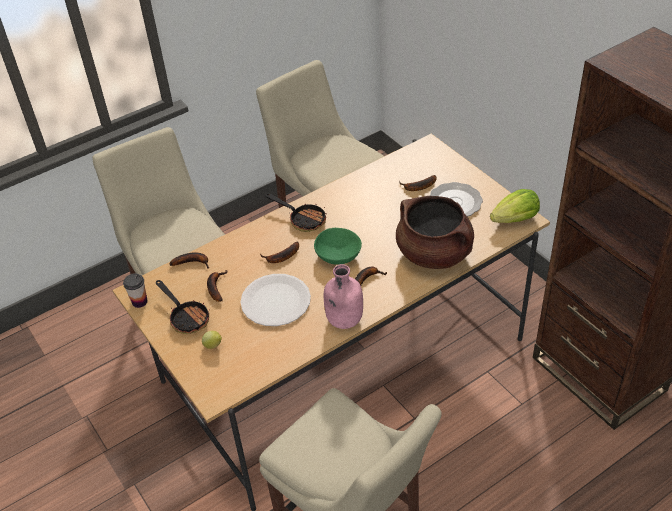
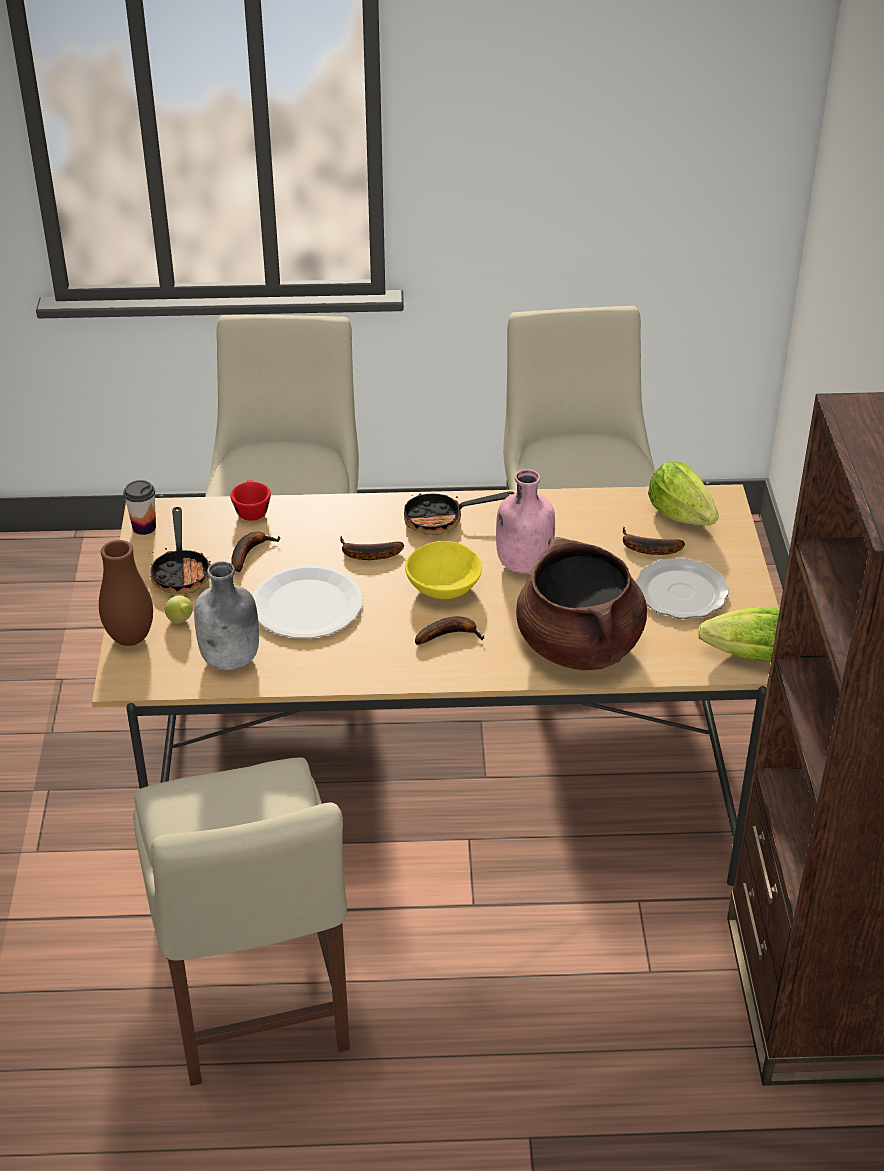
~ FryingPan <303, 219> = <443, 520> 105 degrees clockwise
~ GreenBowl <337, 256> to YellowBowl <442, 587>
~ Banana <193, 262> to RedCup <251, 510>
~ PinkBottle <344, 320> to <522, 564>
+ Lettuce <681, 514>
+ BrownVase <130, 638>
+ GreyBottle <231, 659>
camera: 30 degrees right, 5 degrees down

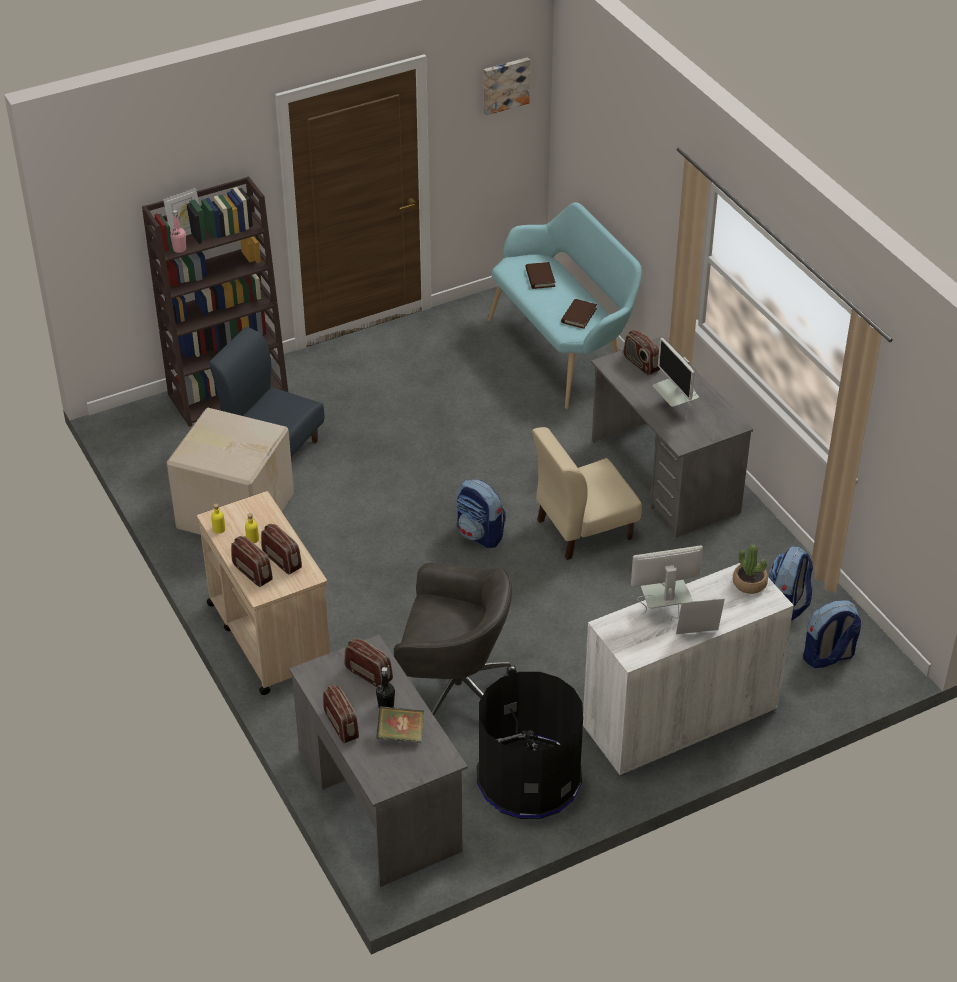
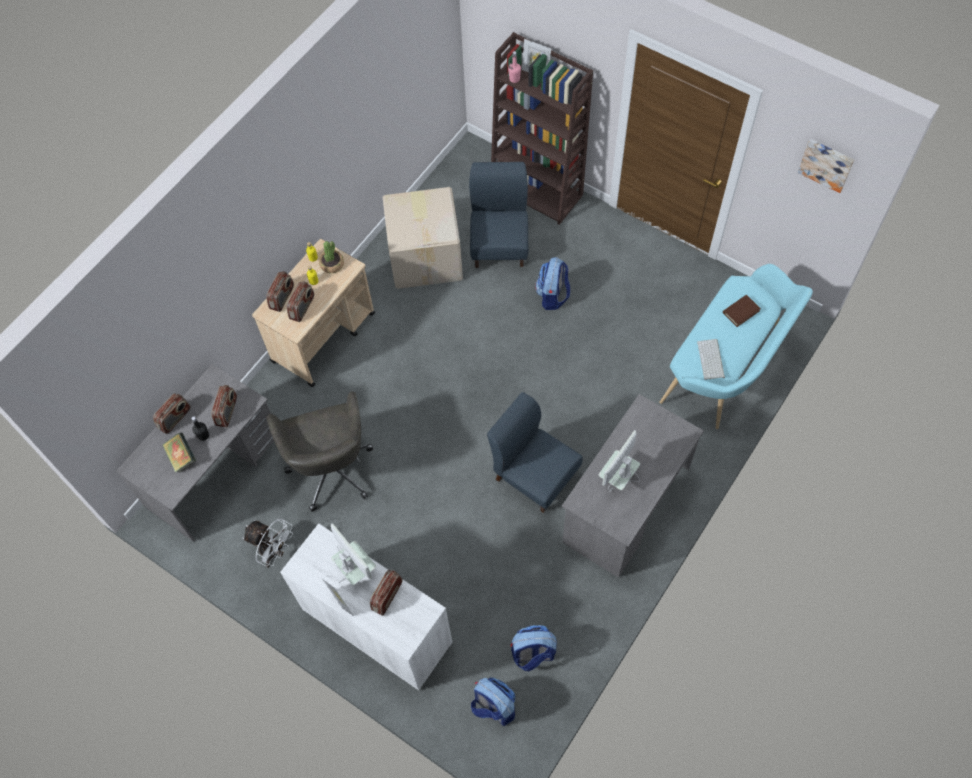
~ BrownBook <579, 315> to Keyboard <711, 360>
~ Radio <641, 364> to <387, 596>
~ BeigeChair <583, 529> to BlueChair <534, 475>
~ Backpack <480, 534> to <553, 296>
~ PottedPlant <749, 583> to <332, 264>
~ BlackTrashCan <528, 778> to WhiteFan <274, 552>
camera: 65 degrees right, 20 degrees up

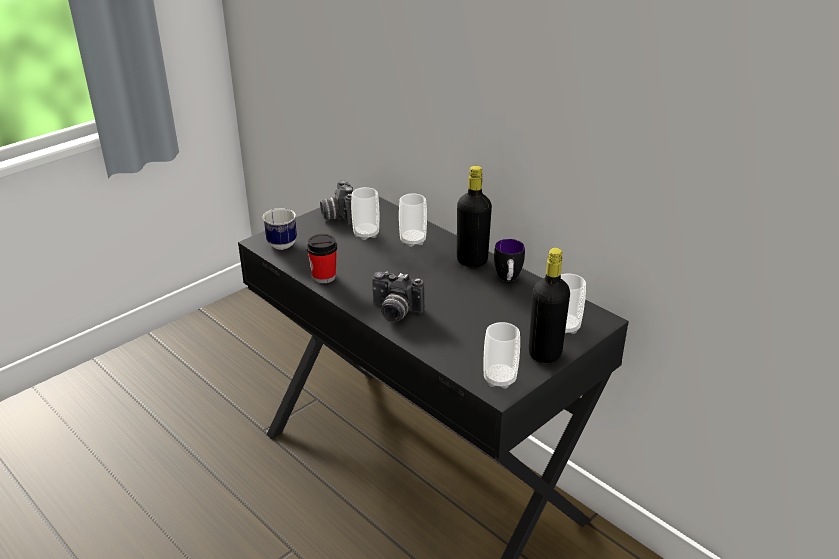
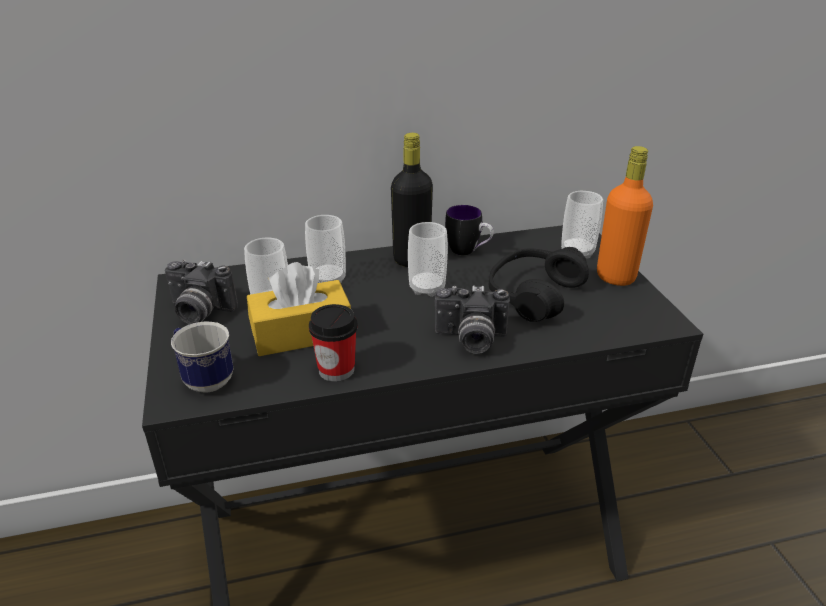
~ BlackBottle <545, 353> to OrangeBottle <615, 277>
~ PhotoCamera <395, 312> = <470, 340> 45 degrees clockwise
~ Cup <499, 379> to <427, 288>
+ BlackHeadphones <533, 295>
+ YellowTissueBox <301, 333>
camera: 60 degrees left, 0 degrees up

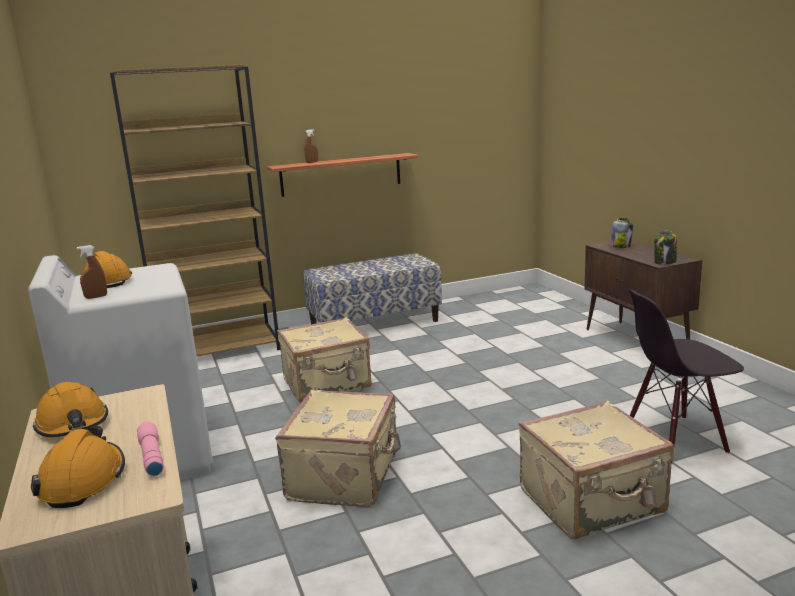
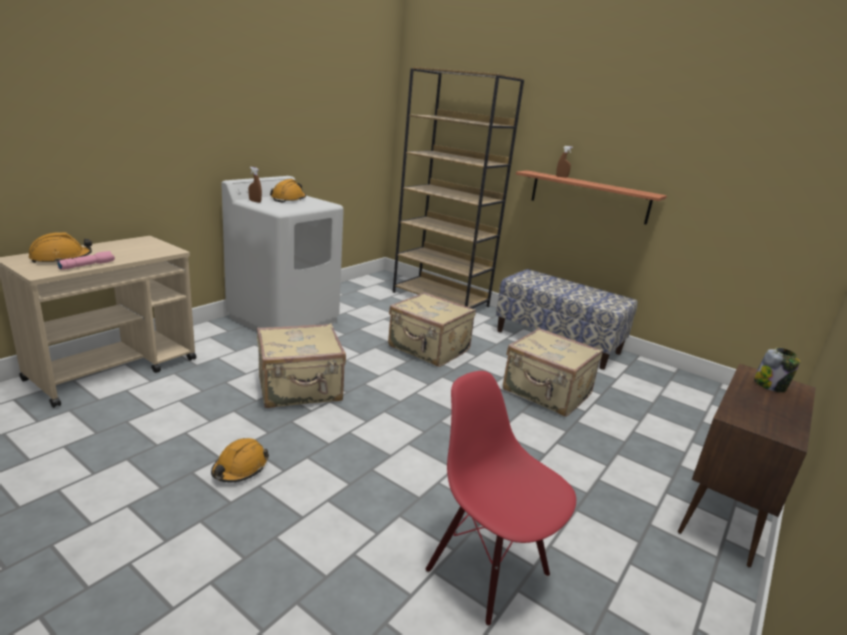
- Jar <665, 262>
~ BlackChair <675, 438> to RedChair <489, 571>
~ OrangeHardHat <73, 424> to <240, 468>
~ BeigeSuitcase <593, 502> to <546, 393>
camera: 55 degrees right, 5 degrees up

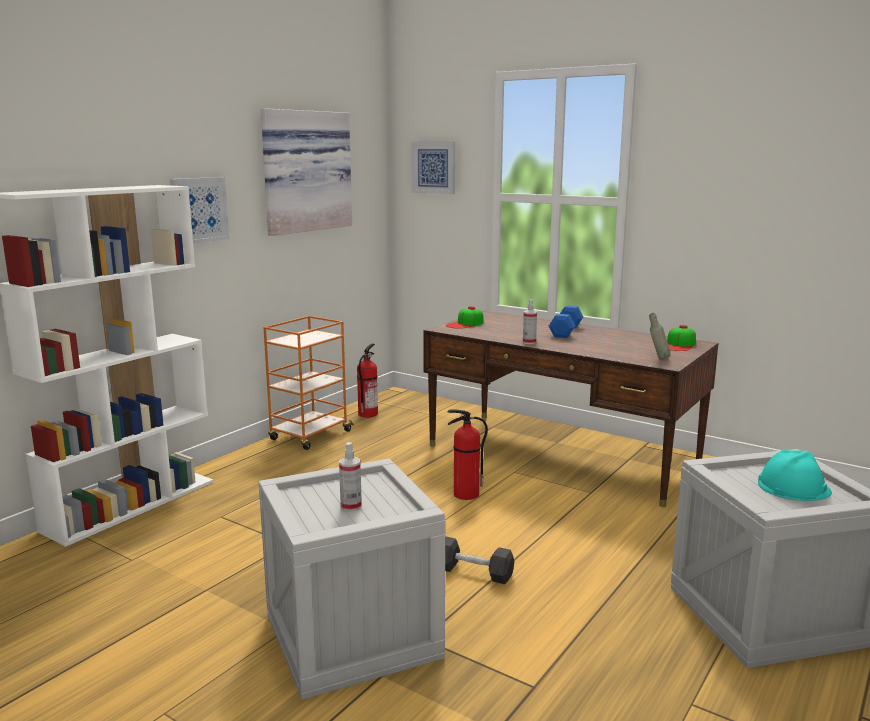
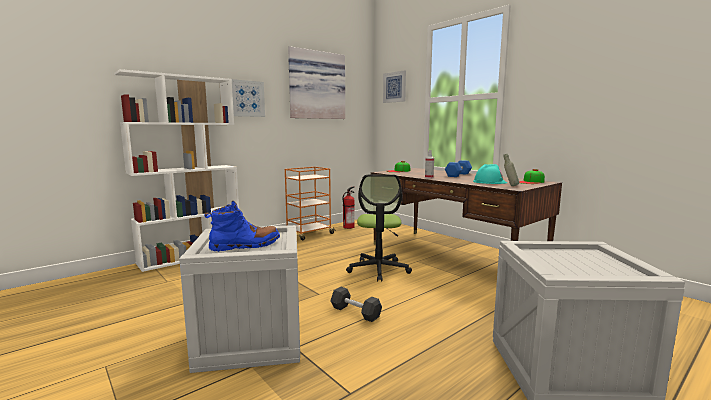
~ FireExtinguisher <465, 494> to OfficeChair <378, 269>
~ SprayBottle <351, 506> to BlueBoot <245, 245>
~ TurquoiseHardHat <793, 487> to <489, 182>
camera: 15 degrees right, 5 degrees down

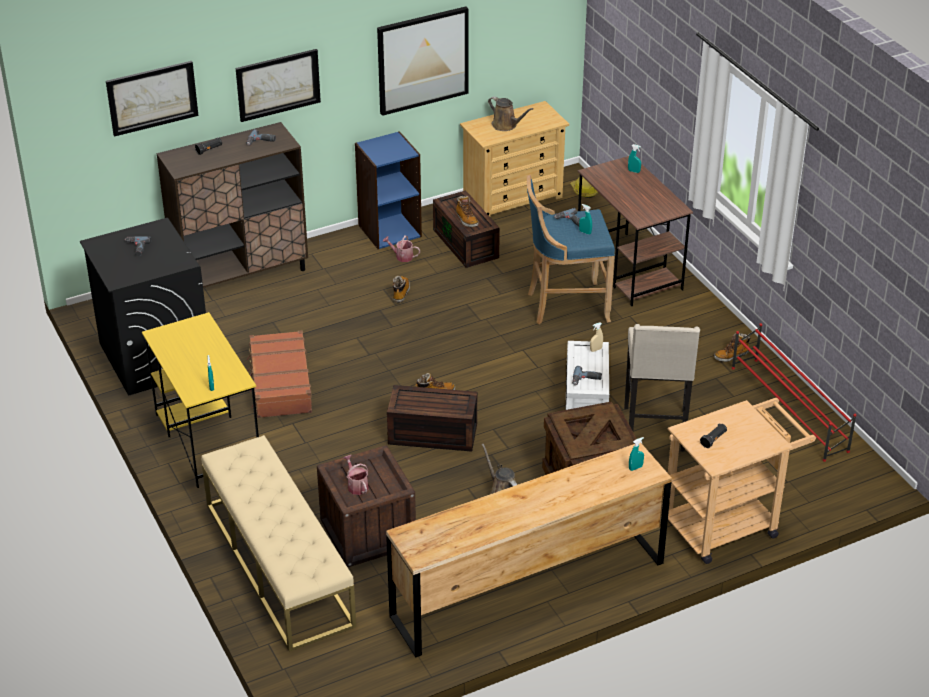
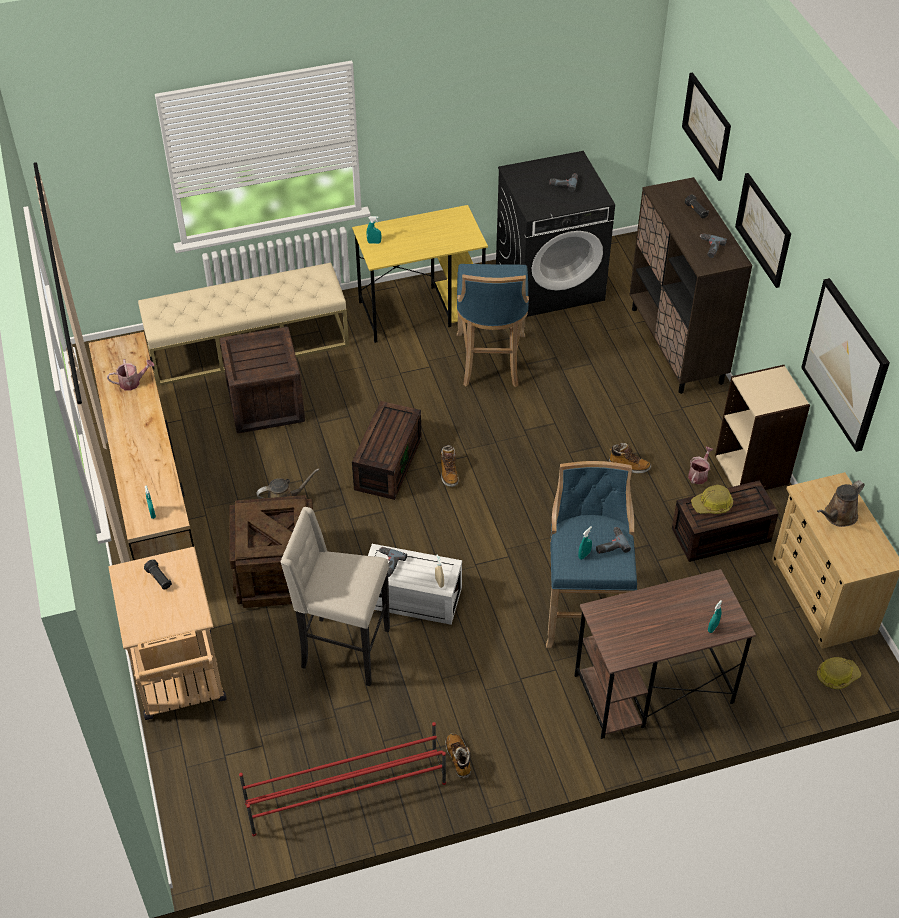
~ BlueBookcase <389, 230> to BeigeBookcase <752, 469>
~ Boot <466, 220> to HardHat <712, 505>
~ BrownSuitcase <280, 384> to BlueStool <490, 362>
~ WateringCan <356, 485> to <133, 382>
camera: 100 degrees right, 10 degrees up

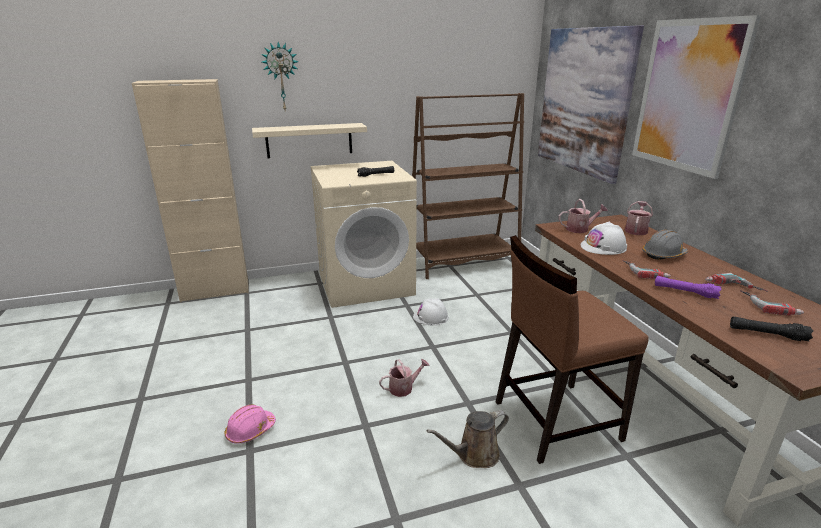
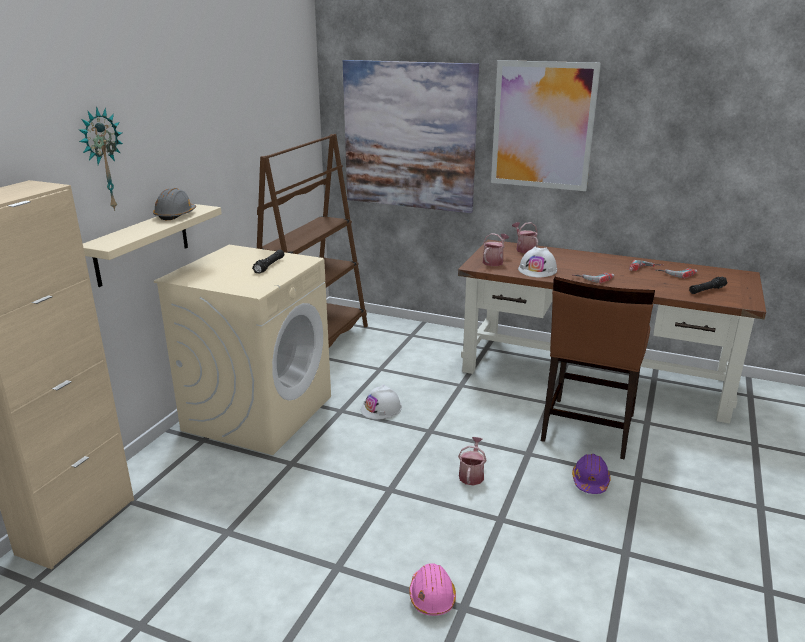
~ GreyHardHat <663, 255> to <175, 215>
- PurpleFlashlight <685, 292>
~ BrownWateringCan <474, 455> to PurpleHardHat <590, 481>
camera: 50 degrees left, 0 degrees up

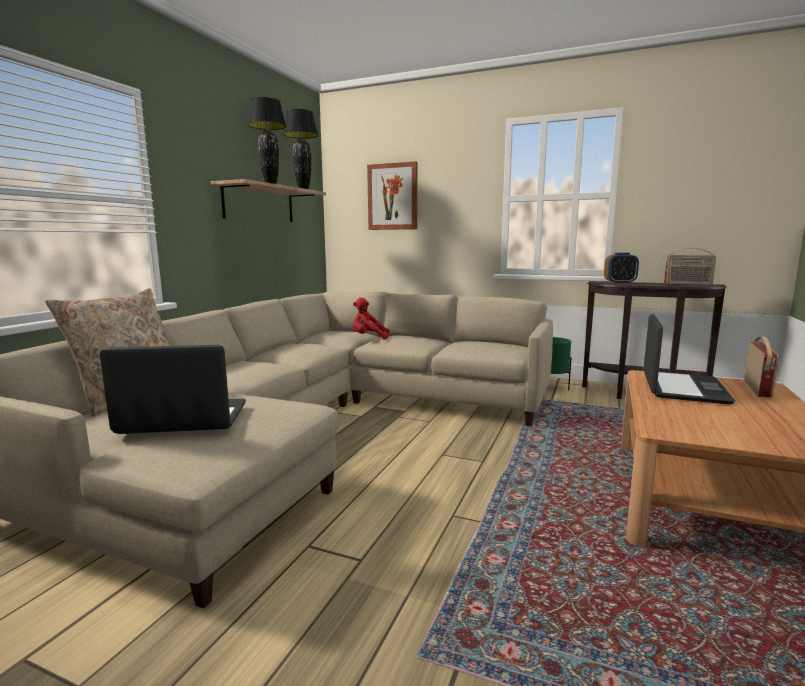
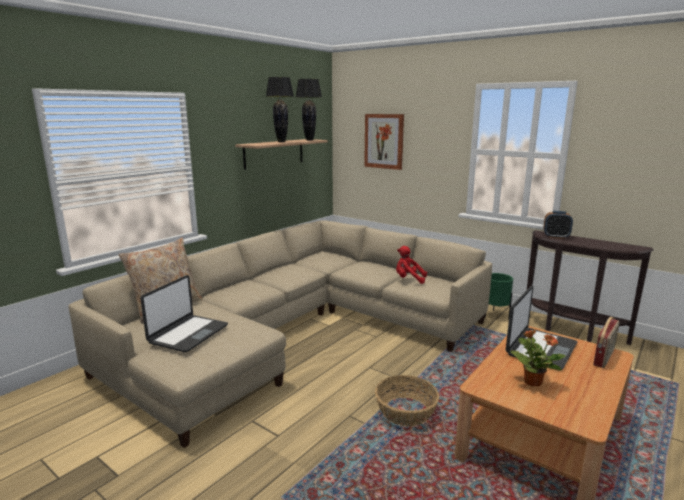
- Radio <688, 284>
~ RedPlushToy <369, 338> to <409, 279>
~ Laptop <183, 419> = <188, 334> 105 degrees clockwise
+ PottedPlant <532, 382>
+ Basket <406, 412>
camera: 15 degrees right, 5 degrees up

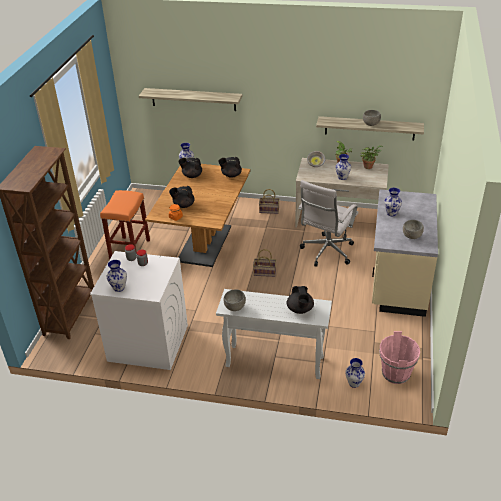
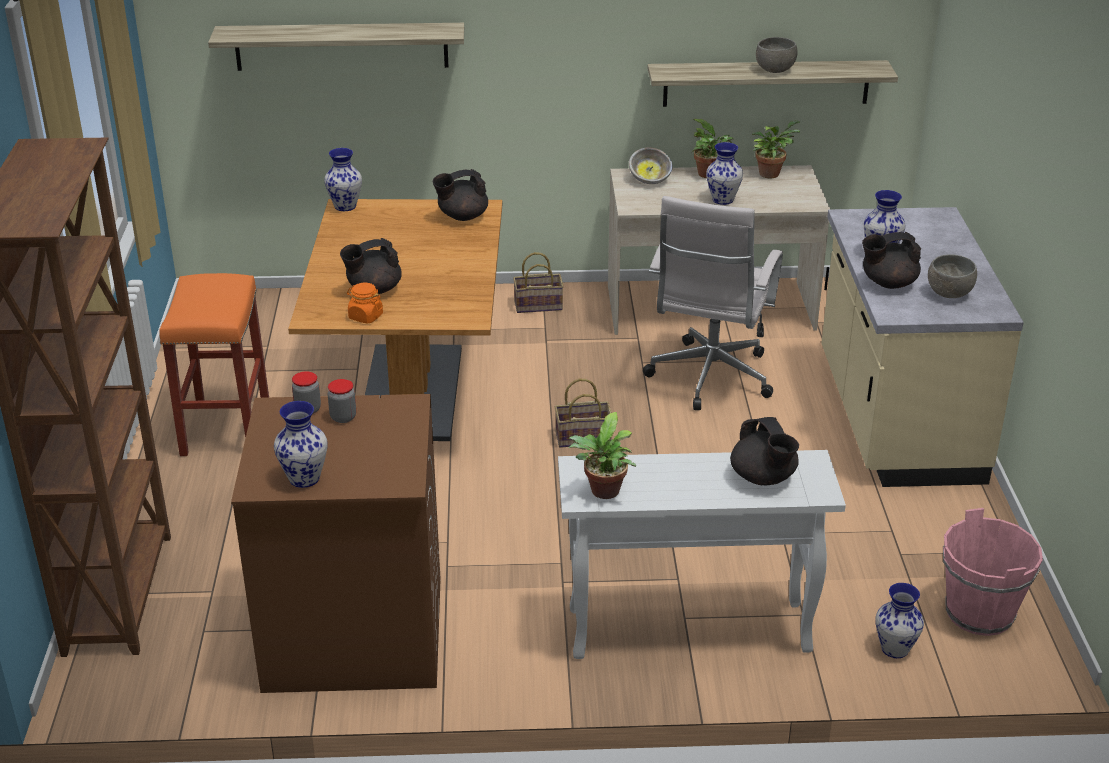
~ BlackTeapot <192, 176> to <888, 283>
~ WhiteWashingMachine <147, 343> to BrownWashingMachine <353, 633>
~ GreyBowl <234, 307> to PottedPlant <603, 493>
camera: 15 degrees left, 5 degrees down

